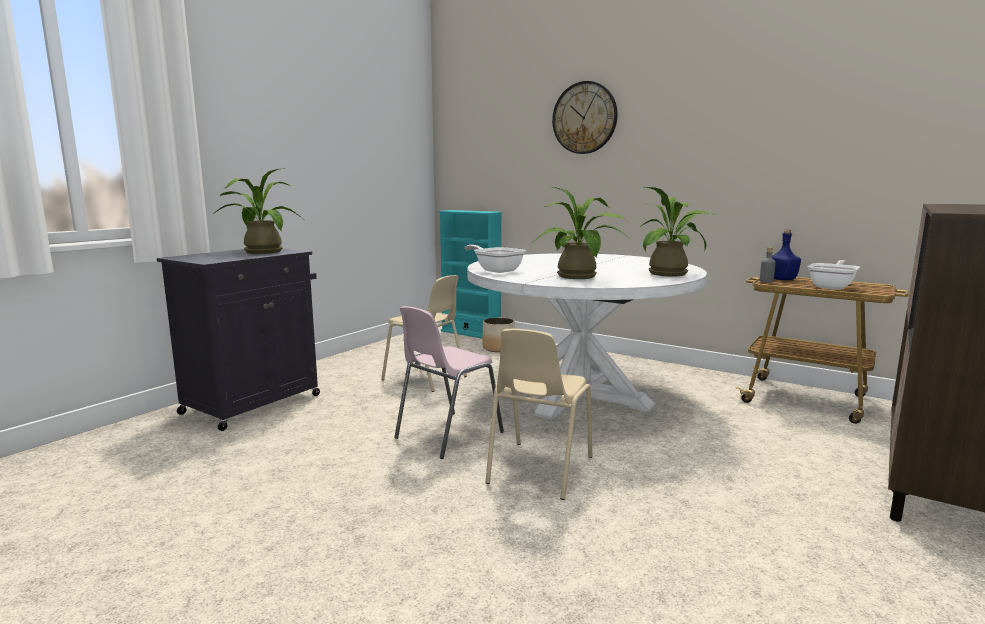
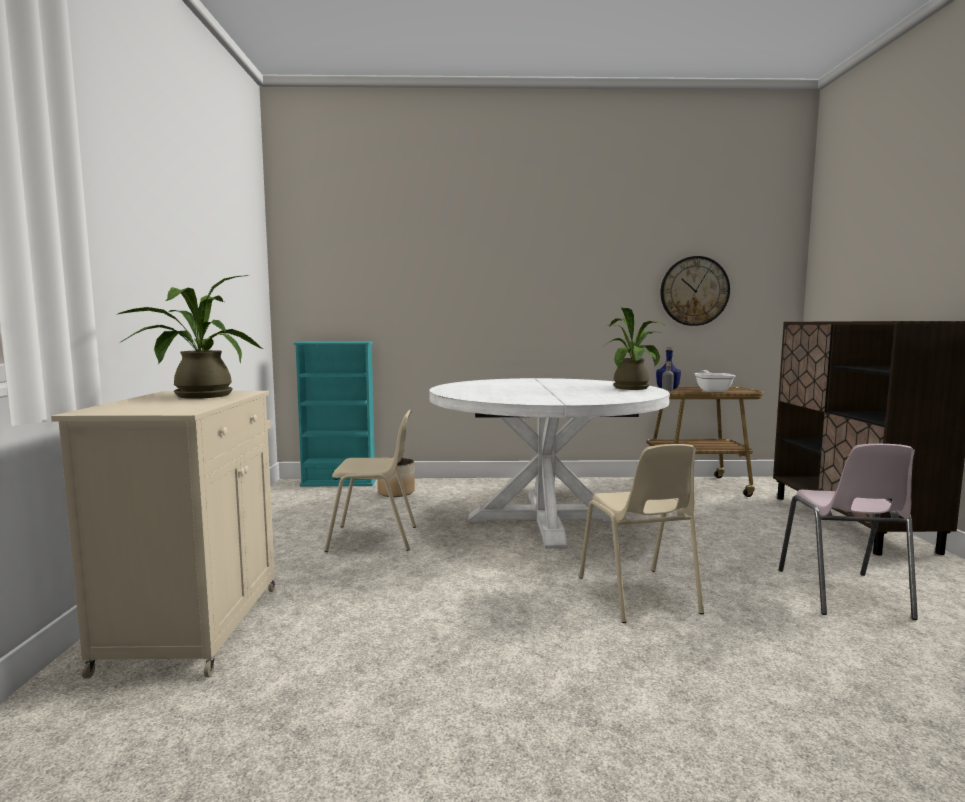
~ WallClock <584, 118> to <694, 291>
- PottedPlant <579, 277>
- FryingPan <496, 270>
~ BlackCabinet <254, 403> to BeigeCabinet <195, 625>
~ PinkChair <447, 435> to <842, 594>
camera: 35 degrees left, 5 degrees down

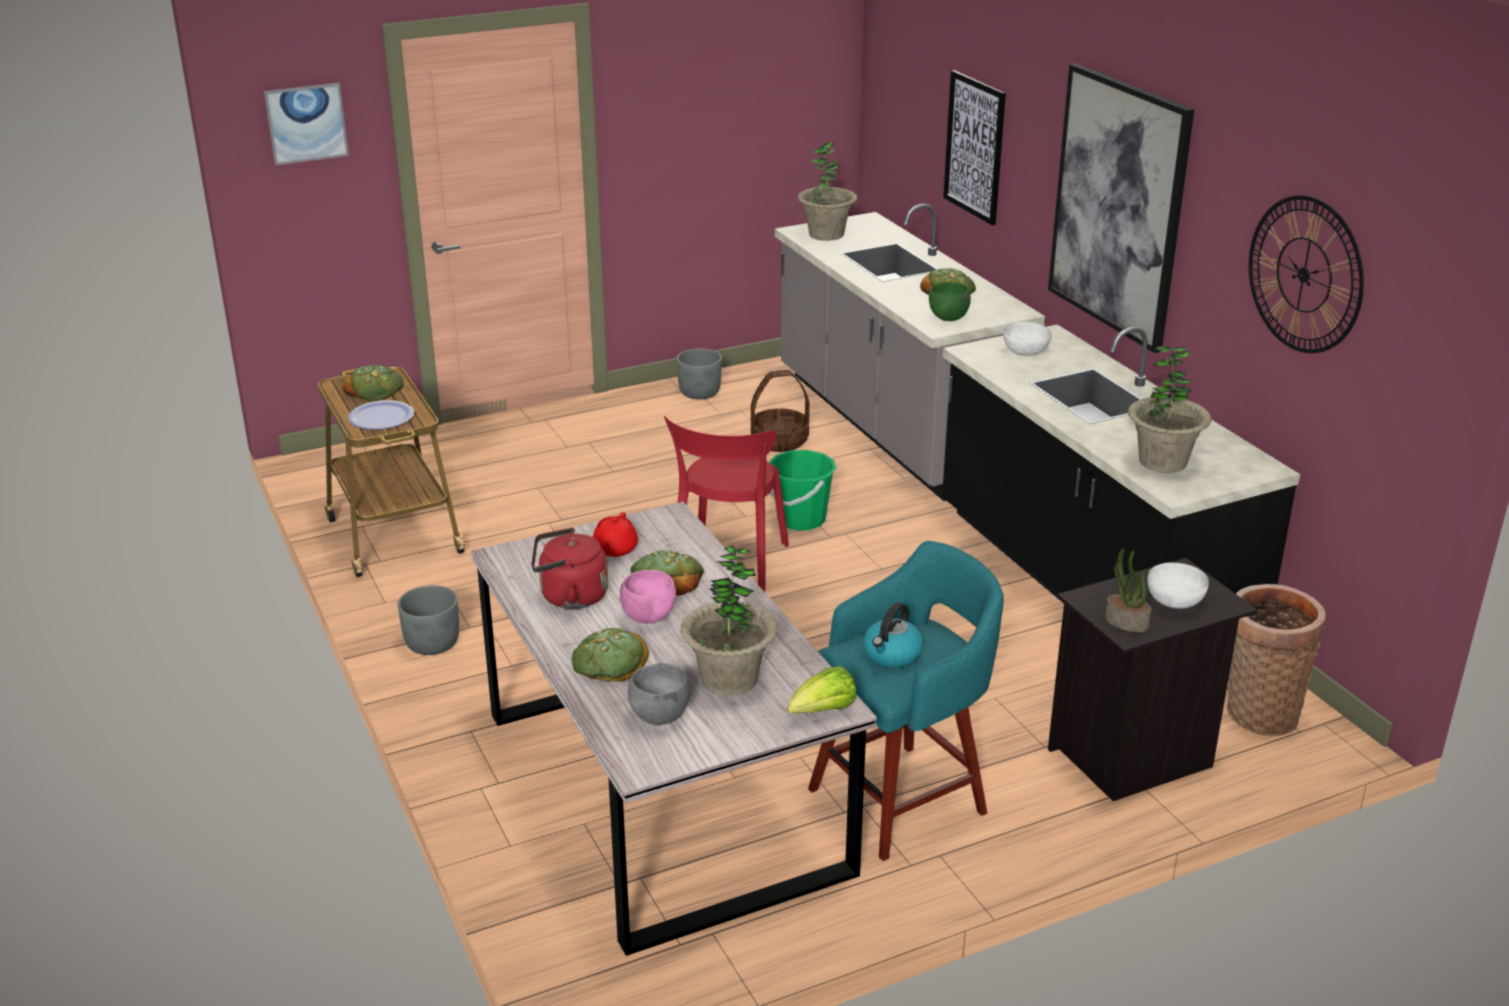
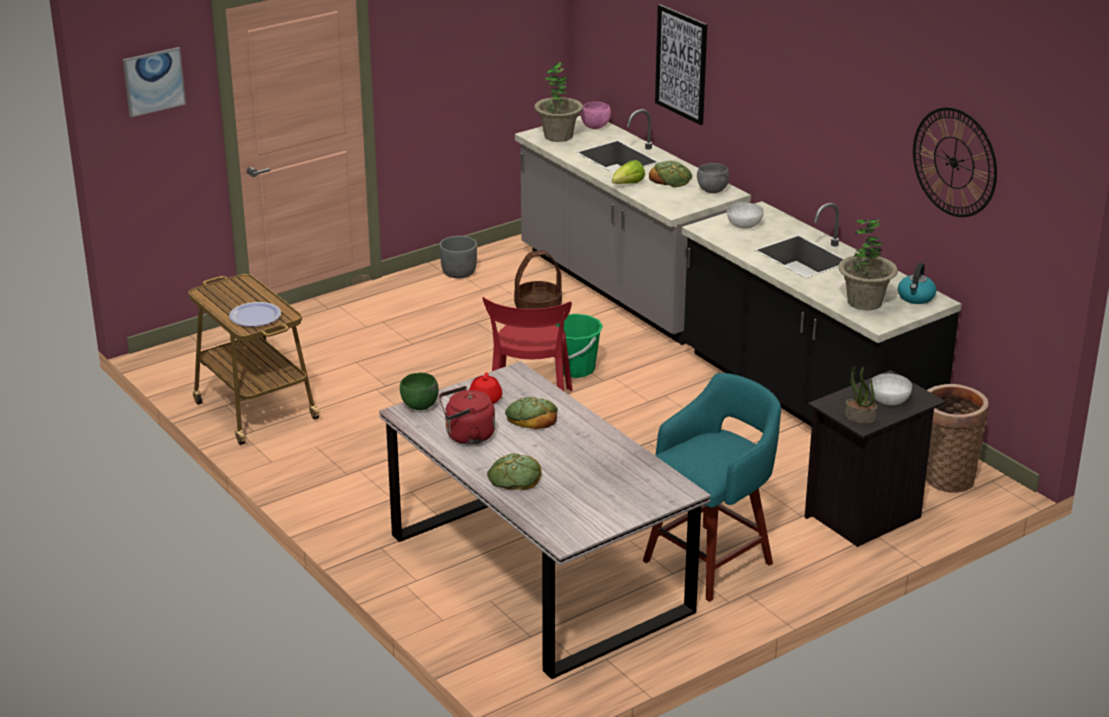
- Picture <1119, 206>
~ GreenBowl <947, 318> to <419, 406>
- Bread <374, 388>
- PottedPlant <729, 680>
~ PinkBowl <649, 617> to <595, 127>
- GreyPlanter <432, 644>
~ Kettle <892, 655> to <916, 297>
~ GreyBowl <659, 716> to <712, 191>
~ Lettuce <823, 711> to <628, 185>
camera: 10 degrees left, 0 degrees up

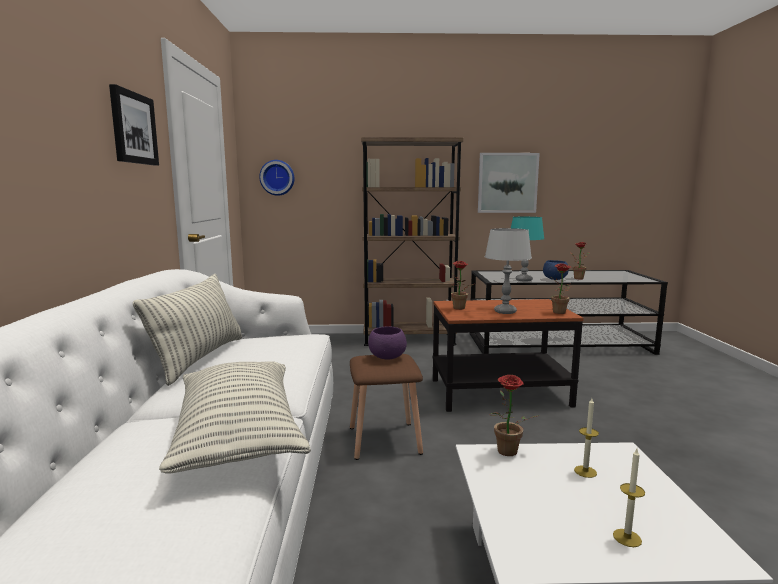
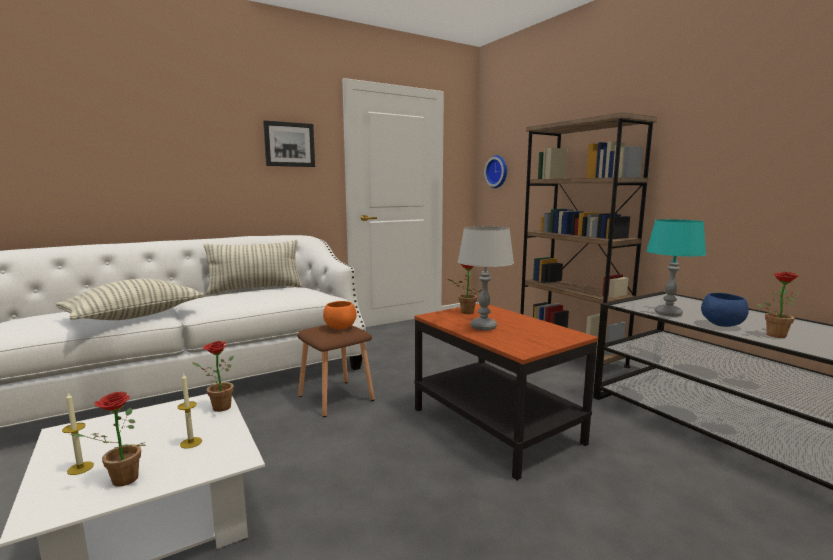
- Picture <507, 183>
~ PottedPlant <561, 313> to <119, 482>
~ PurpleBowl <387, 357> to OrangeBowl <340, 328>
camera: 60 degrees right, 0 degrees up

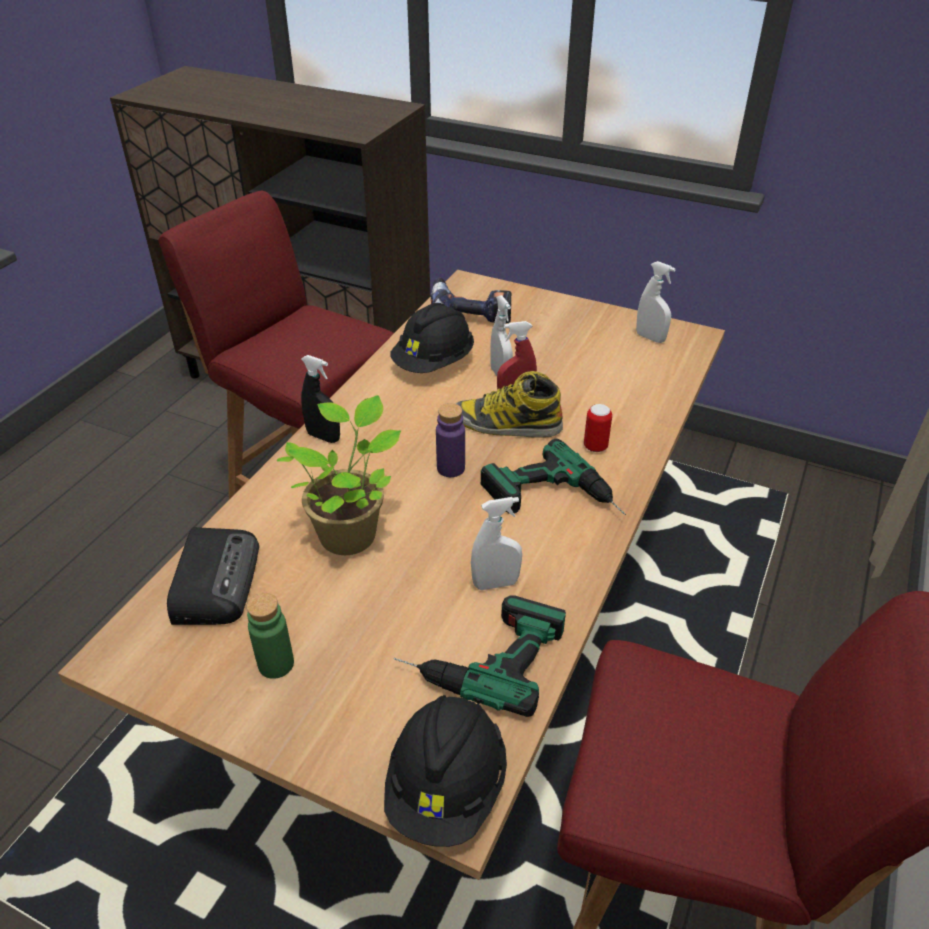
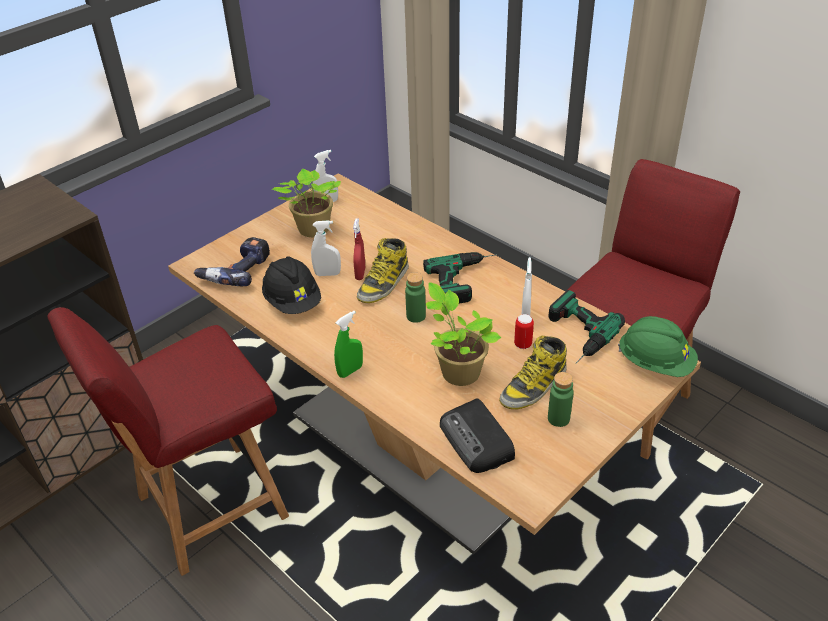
~ BlackSprayBottle <323, 437> to GreenSprayBottle <350, 371>
~ PurpleBottle <451, 468> to GreenBottle <416, 316>
~ Can <595, 447> to <523, 344>
~ Radio <215, 580> = <477, 441> 135 degrees counterclockwise
~ BlackHardHat <447, 787> to GreenHardHat <655, 363>
+ PottedPlant <312, 230>
+ Boot <533, 386>
camera: 70 degrees left, 0 degrees up

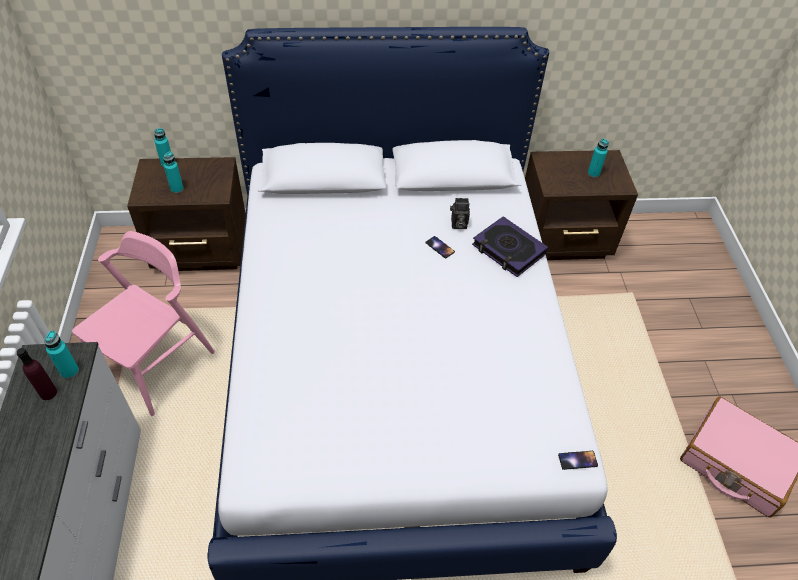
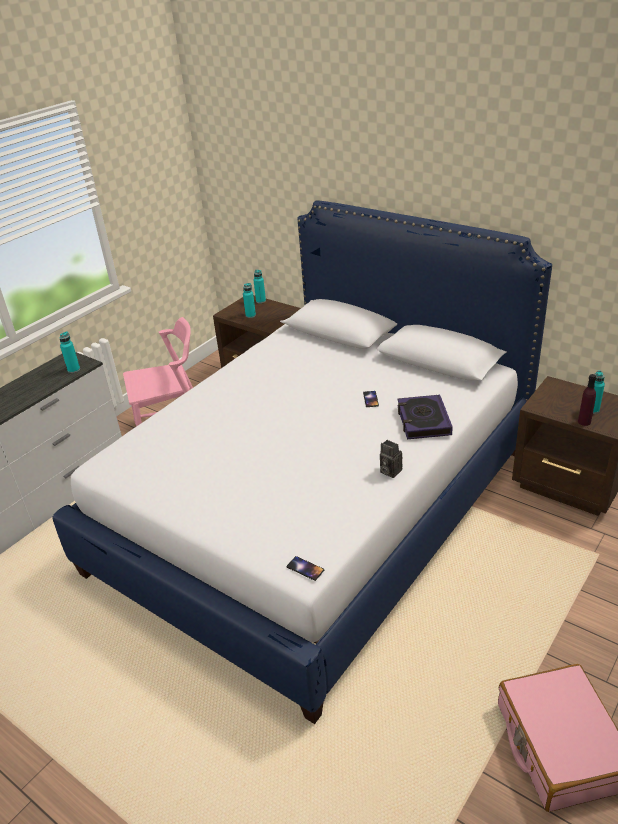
~ PhotoCamera <458, 224> to <389, 471>
~ PurpleBottle <48, 393> to <584, 422>
camera: 45 degrees right, 15 degrees down

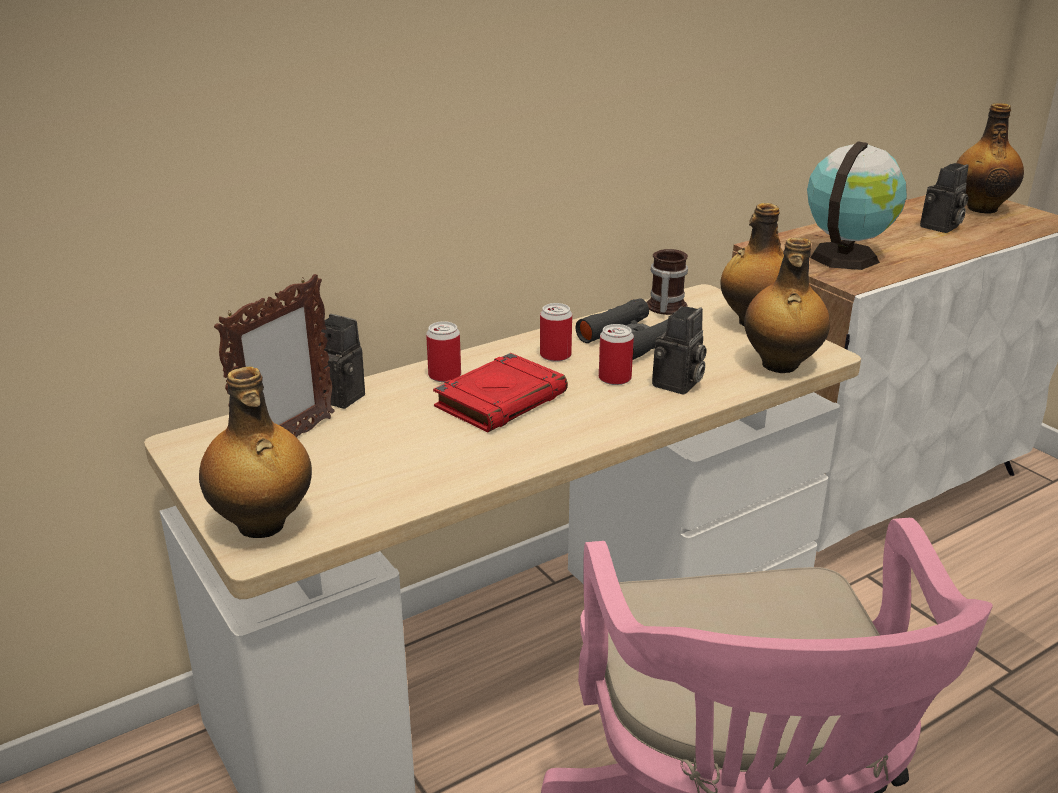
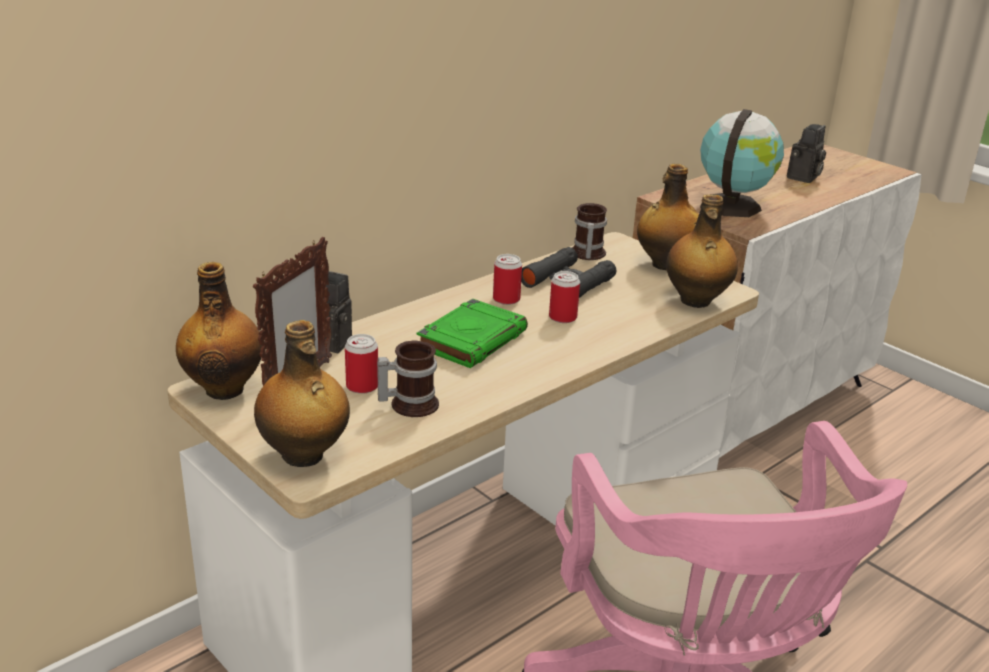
~ Bottle <981, 208> to <224, 388>
- PhotoCamera <677, 385>
~ Can <444, 376> to <362, 386>
~ RedBook <501, 400> to GreenBook <472, 340>
+ Mug <409, 403>
camera: 10 degrees left, 0 degrees up

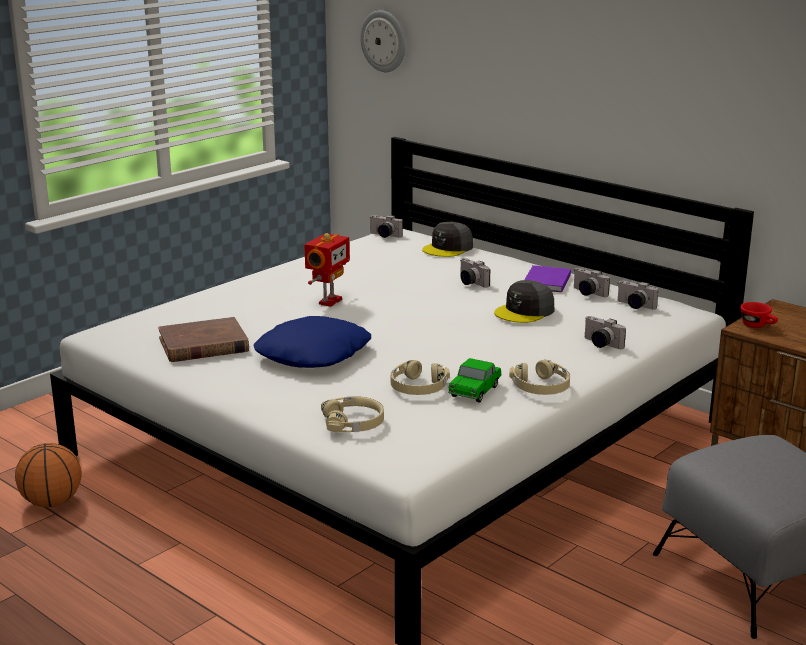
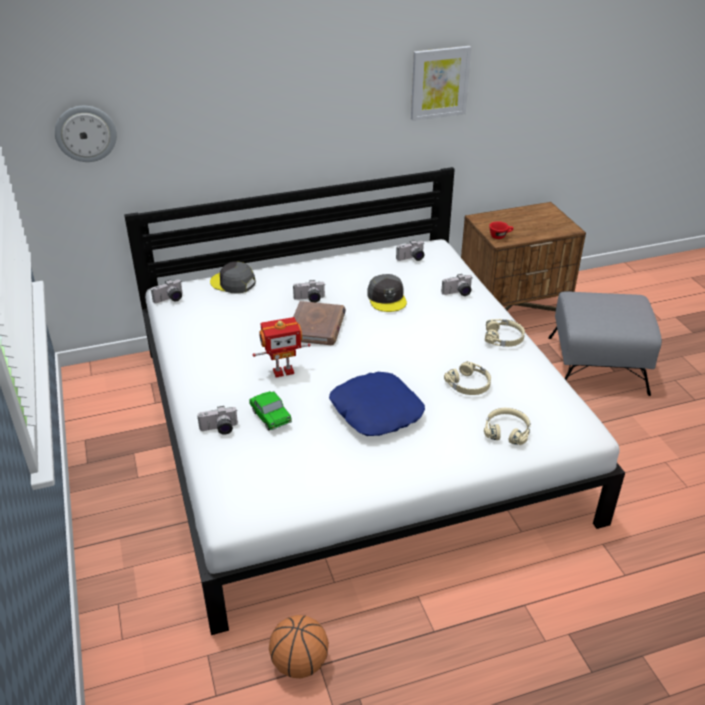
~ GreyCap <448, 248> = <233, 283> 135 degrees clockwise
~ ToyRobot <328, 301> = <283, 371> 105 degrees clockwise
- PurpleBook <545, 282>
~ PhotoCamera <587, 293> to <219, 429>
~ BrownBook <203, 345> to <317, 326>
~ ToyCar <474, 391> to <270, 417>
+ Picture <439, 82>
camera: 60 degrees left, 15 degrees up

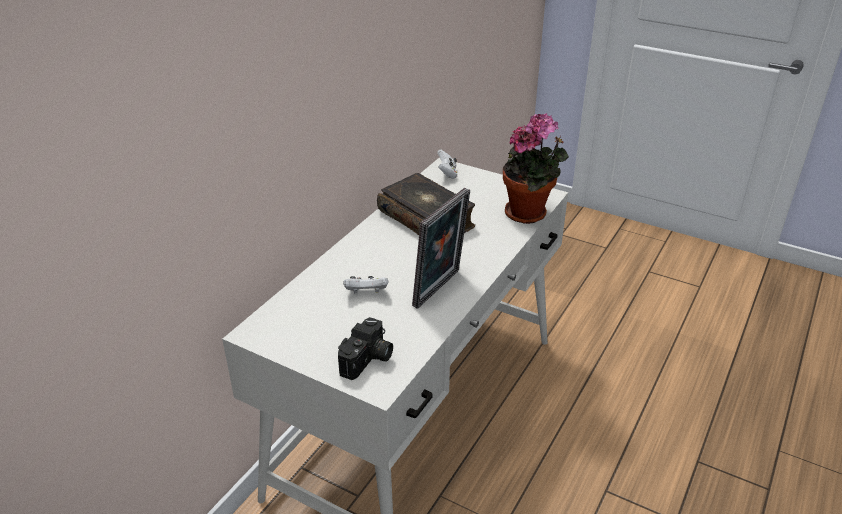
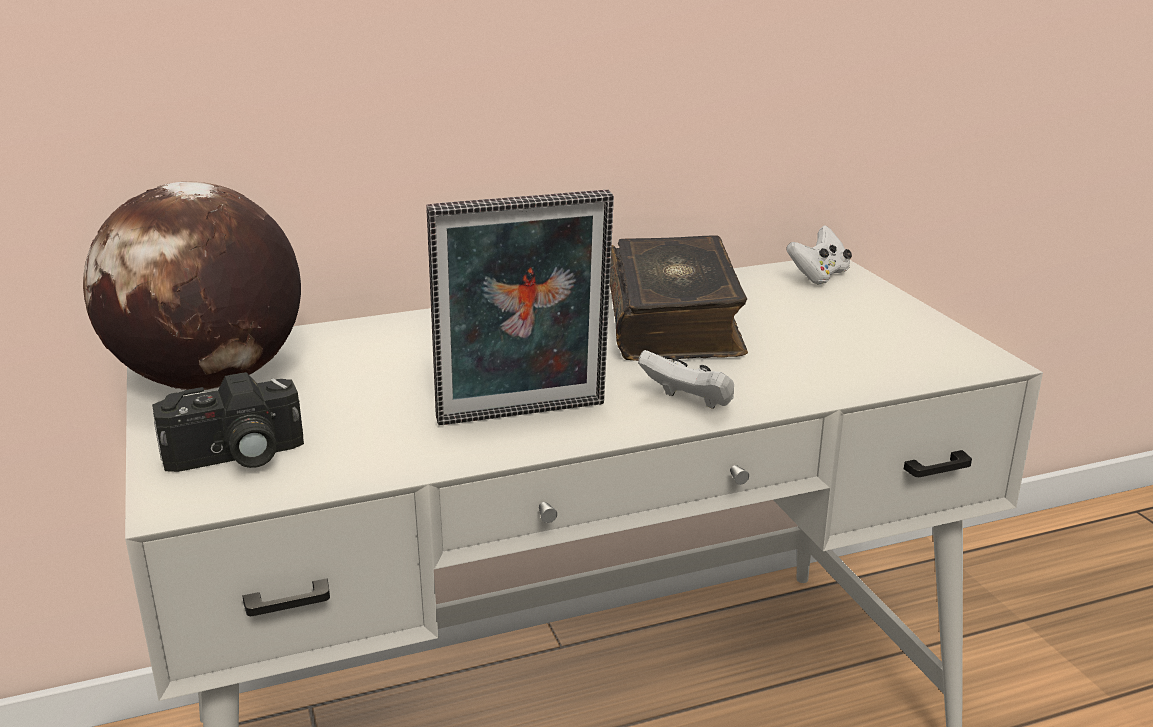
- PottedPlant <529, 214>
~ WhiteGameController <366, 293> to <689, 403>
+ Globe <210, 380>
camera: 40 degrees right, 10 degrees down

